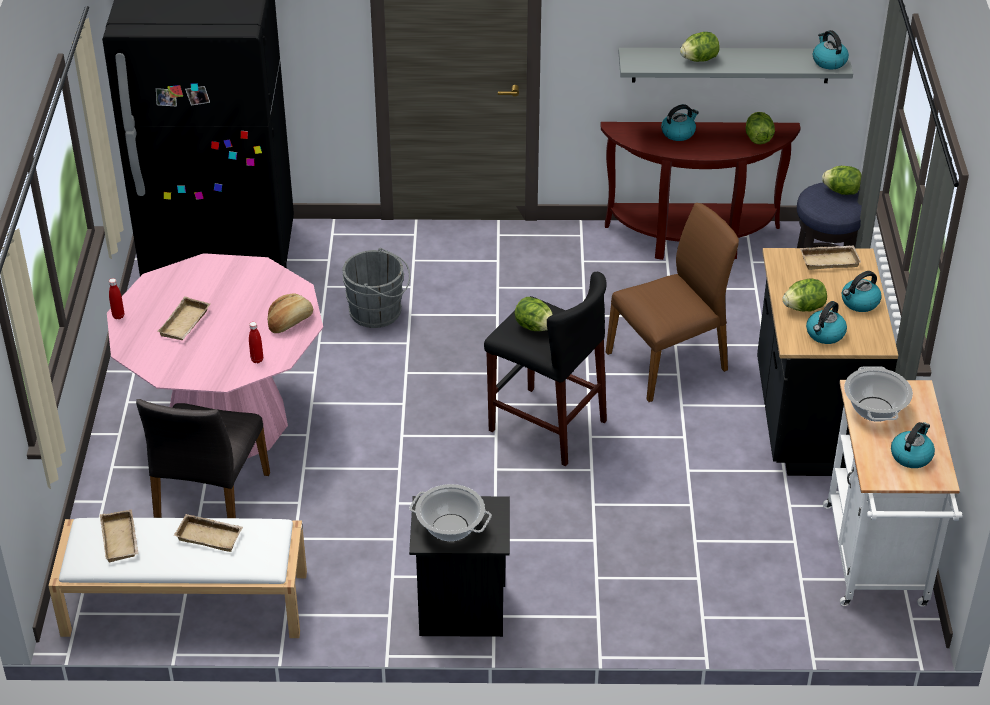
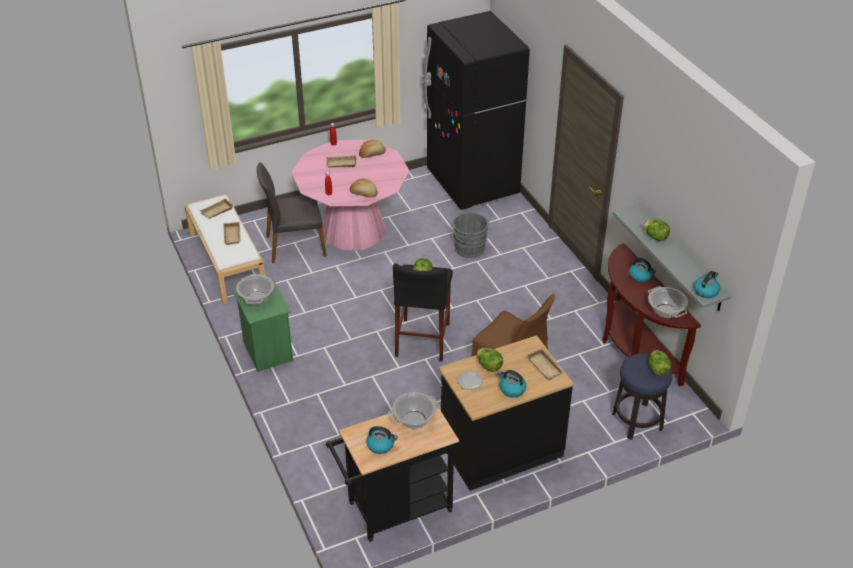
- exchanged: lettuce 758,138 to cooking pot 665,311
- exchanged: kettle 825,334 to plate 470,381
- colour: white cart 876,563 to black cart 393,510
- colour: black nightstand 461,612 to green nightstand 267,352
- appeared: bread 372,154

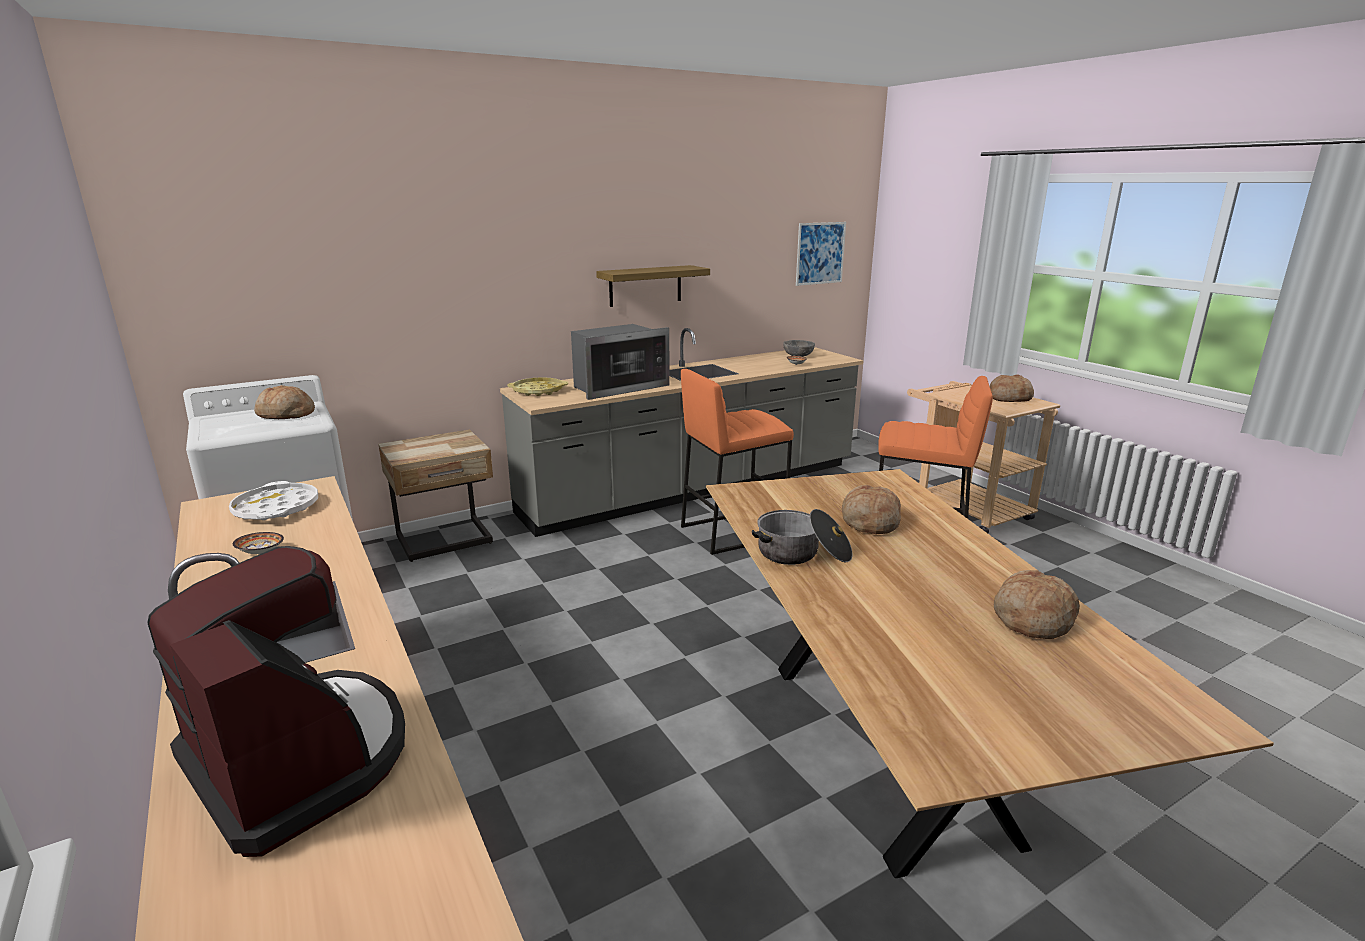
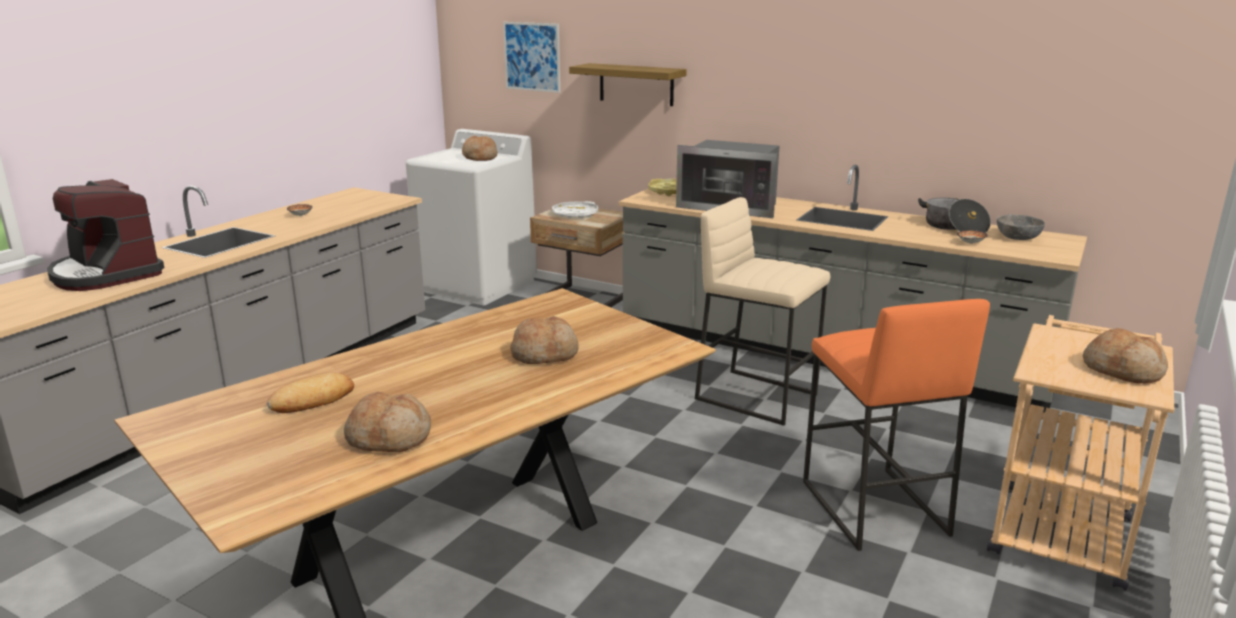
- relocated: picture 820,253 to 532,57
- relocated: shelf 645,286 to 636,84
- colour: orange stool 732,531 to beige stool 757,396
- relocated: white tray 276,509 to 575,214
- relocated: cooking pot 802,554 to 953,227
- spun: coffee machine 300,759 = 106,274 120 degrees clockwise
- appeared: bread 313,400

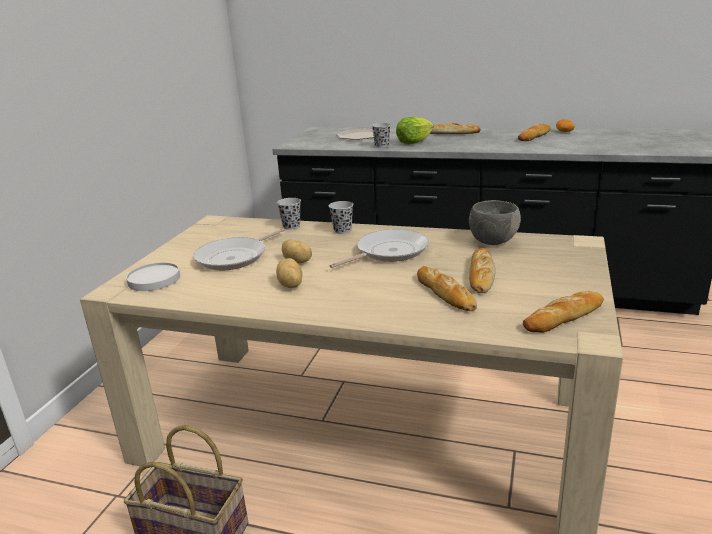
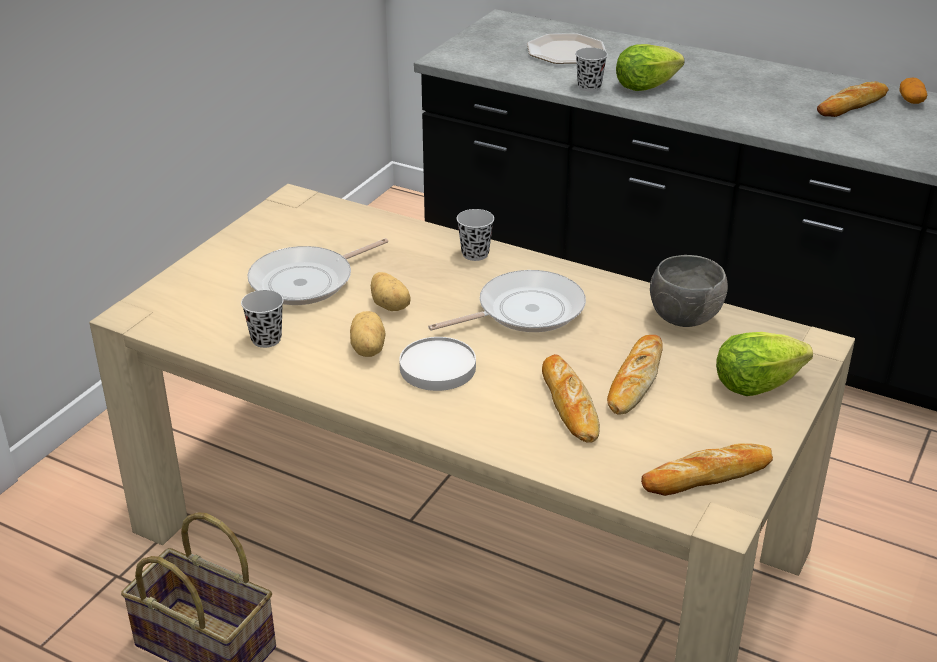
- missing: bread 452,133
- relocated: black cup 291,226 to 266,339
- relocated: white plate 153,280 to 437,368
- appeared: lettuce 755,384

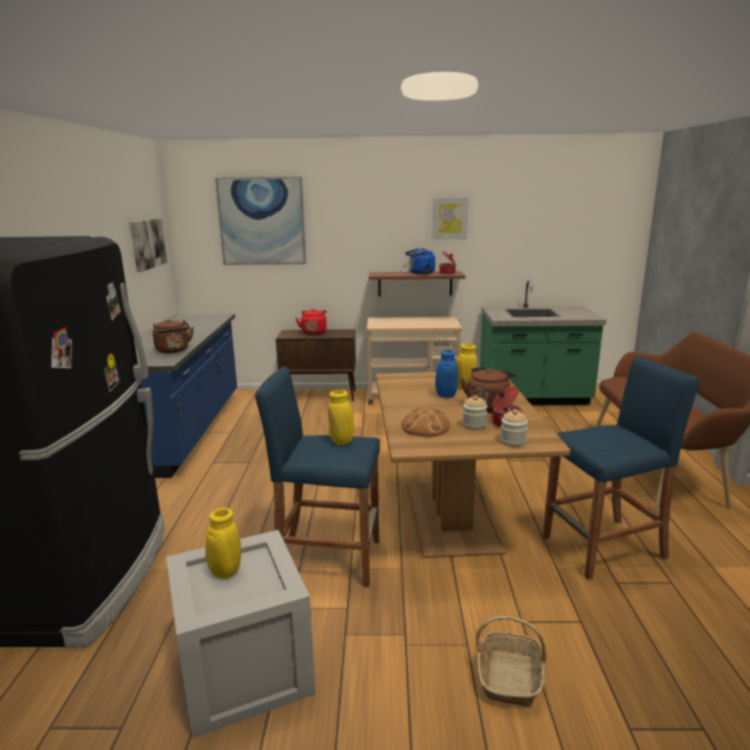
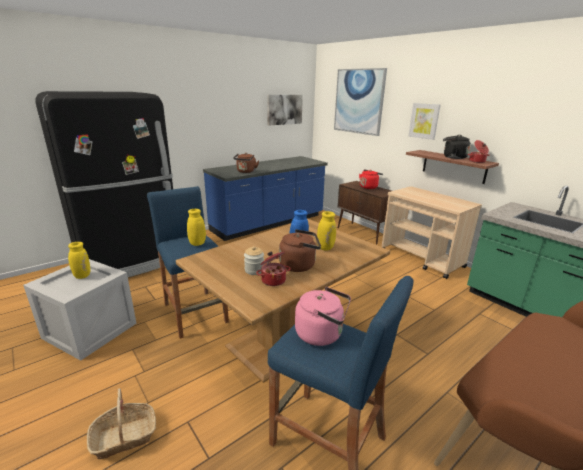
- relocated: picture 450,218 to 424,121
- colour: blue kettle 420,273 to black kettle 453,157
- missing: bread 425,426
- missing: jar 513,441
- appeared: pink kettle 321,334

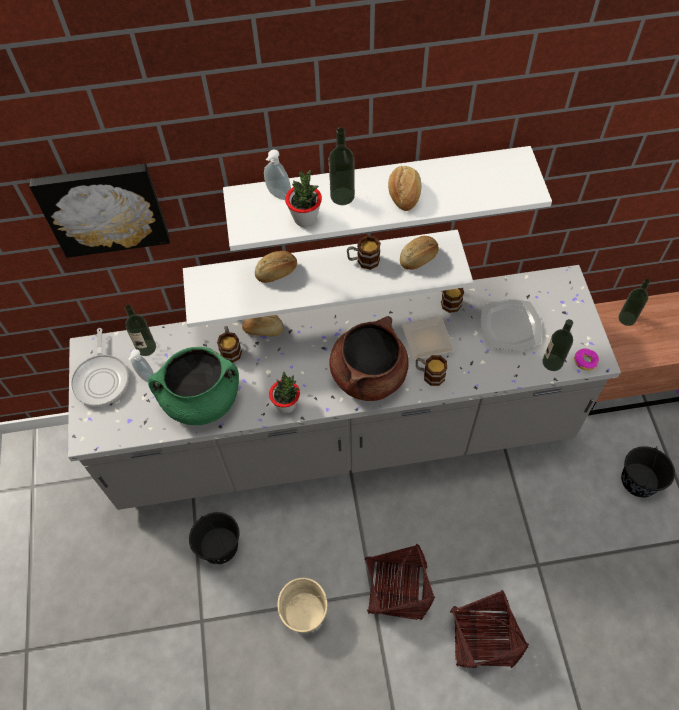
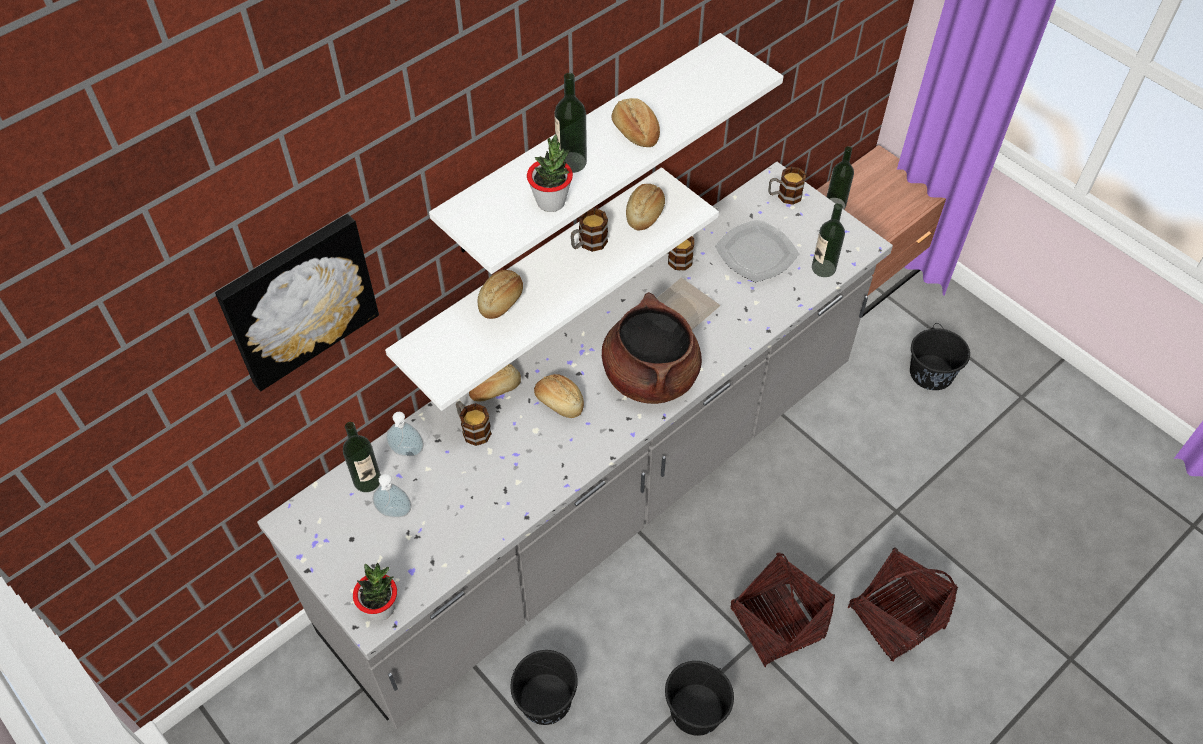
- relocated: soap dispenser 277,195 to 407,453
- missing: frying pan 102,379
- missing: green cooking pot 202,400
- missing: donut 585,361
- relocated: mug 429,374 to 784,196
- relocated: potted plant 286,405 to 381,608
- colour: beige bucket 305,612 to black bucket 696,709
- appeared: bread 559,402

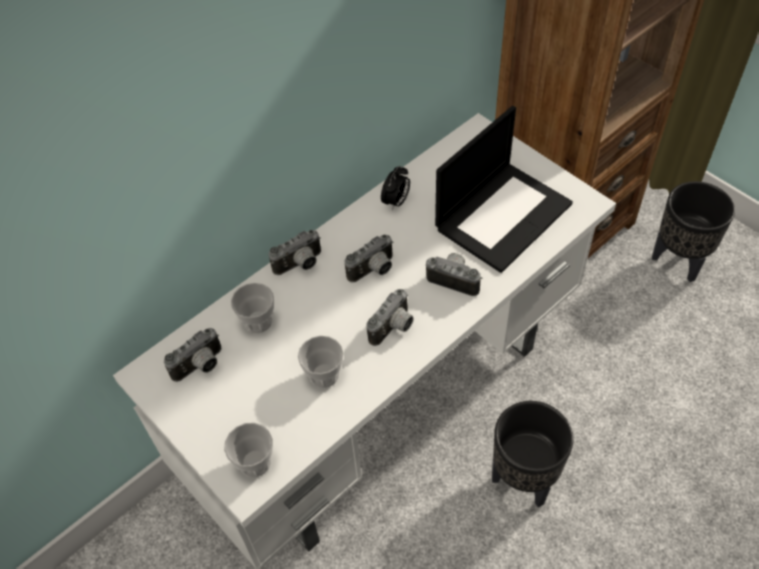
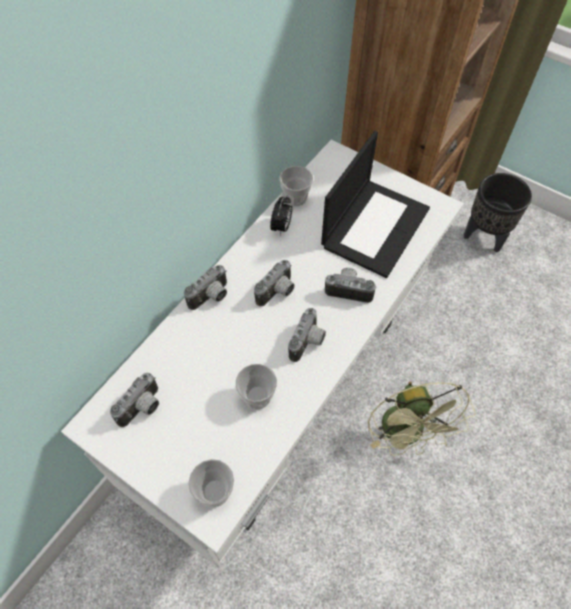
- relocated: cup 258,321 to 295,198
- exchanged: black planter 523,479 to green fan 407,434

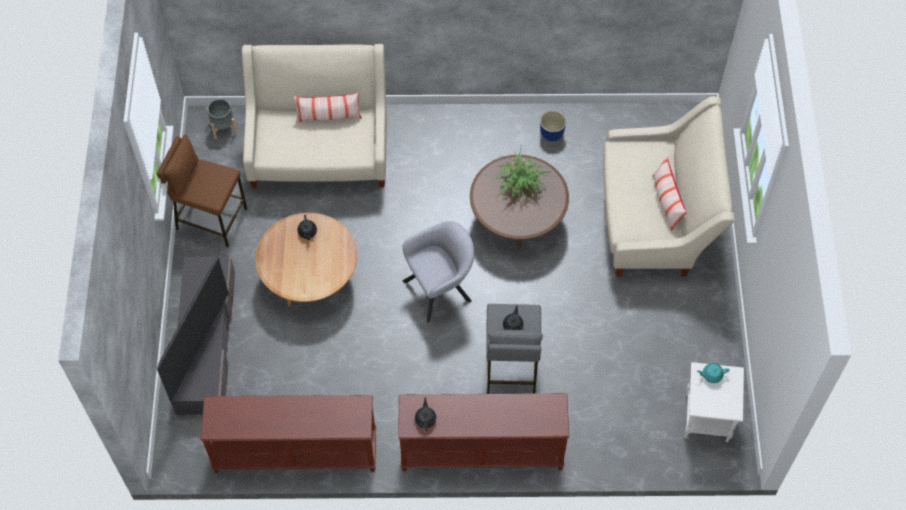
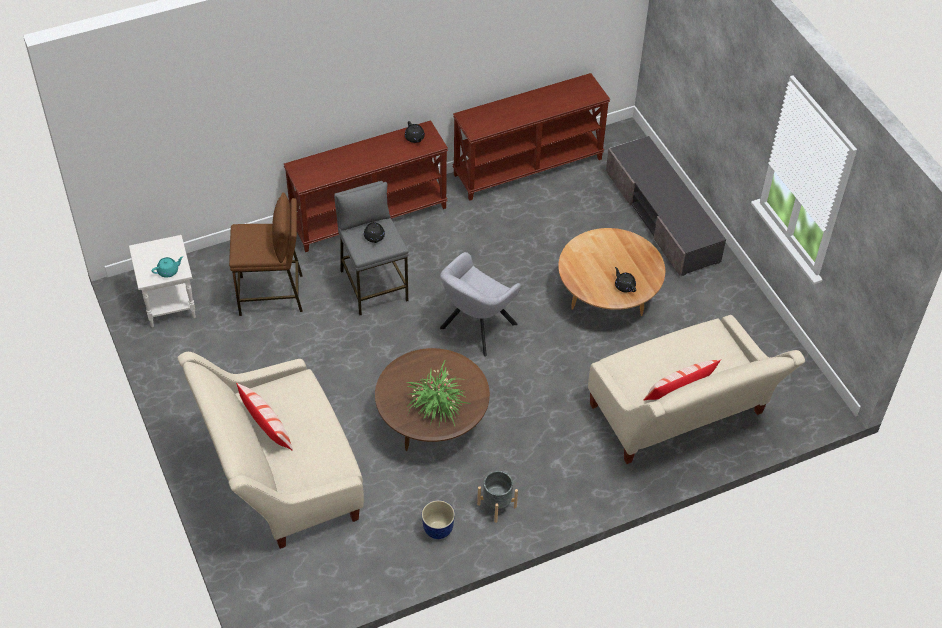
- relocated: grey planter 223,127 to 497,505
- relocated: brown stool 211,219 to 271,295
- missing: television 199,348

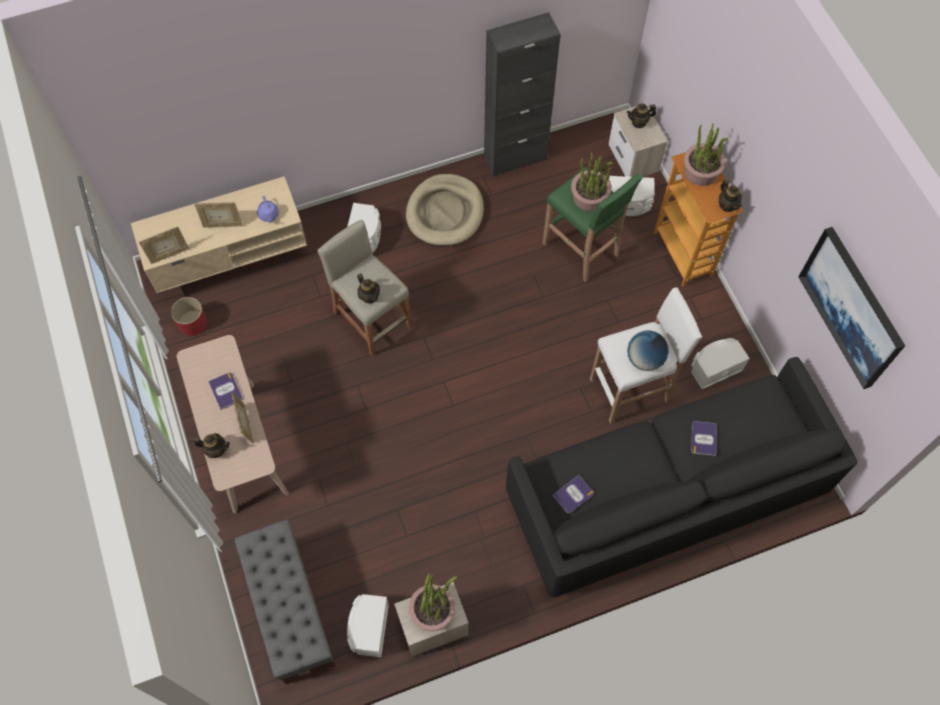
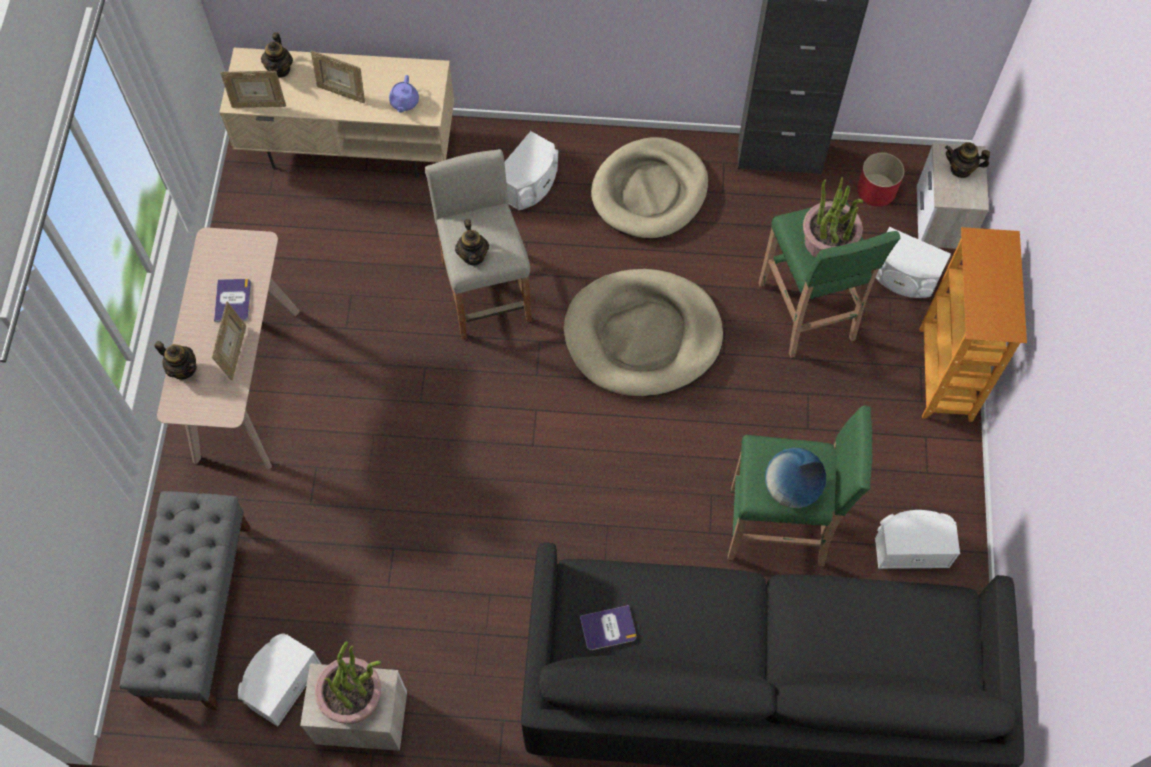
- missing: potted plant 701,172
- relocated: teapot 727,205 to 280,69
- missing: picture 852,307
- colour: white stool 631,390 to green stool 779,527
- relocated: red planter 192,322 to 876,190
- missing: book 703,438
- appeared: beige dog bed 642,336

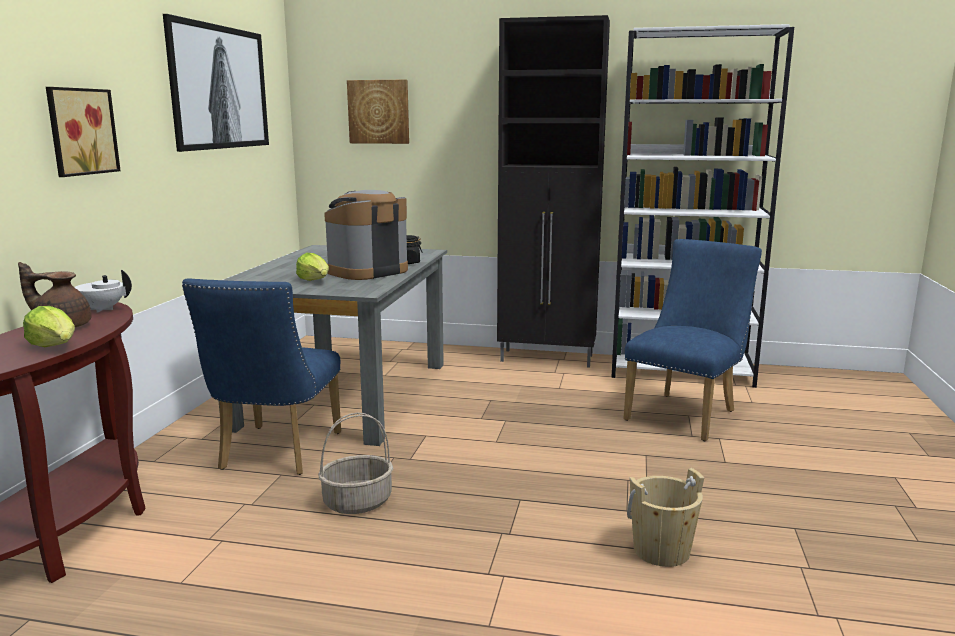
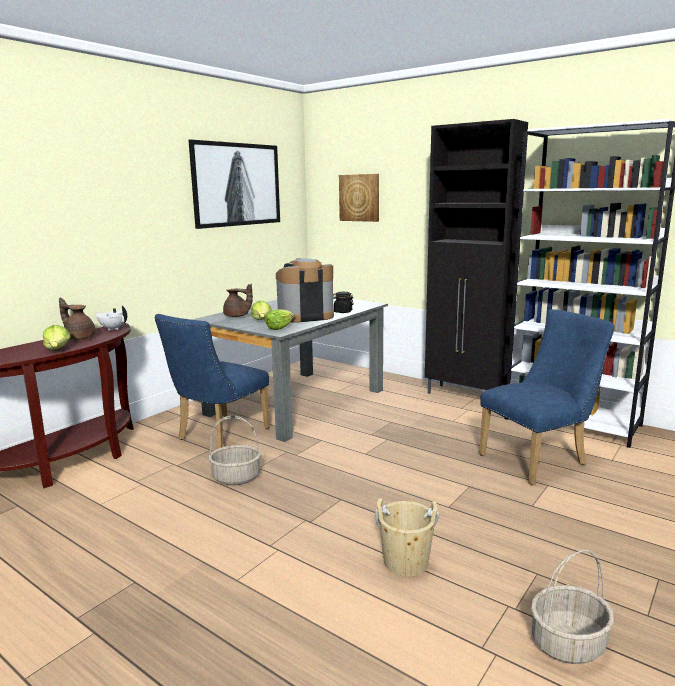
- missing: picture 80,131
- appeared: brown teapot 237,316
- appeared: lettuce 279,328
- appeared: basket 568,644

